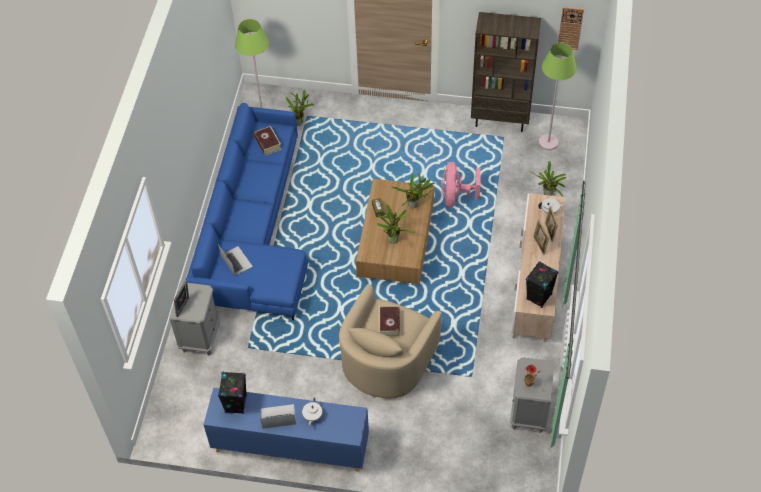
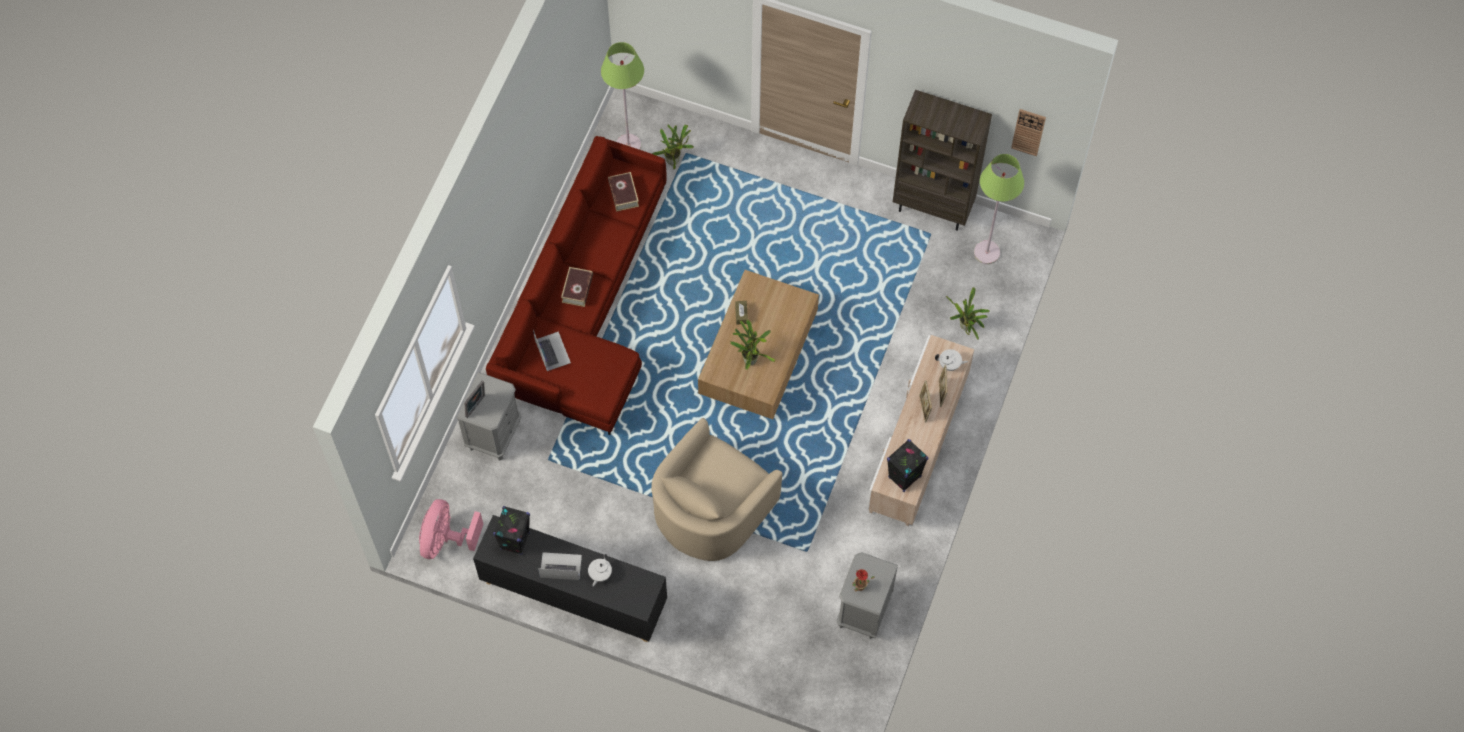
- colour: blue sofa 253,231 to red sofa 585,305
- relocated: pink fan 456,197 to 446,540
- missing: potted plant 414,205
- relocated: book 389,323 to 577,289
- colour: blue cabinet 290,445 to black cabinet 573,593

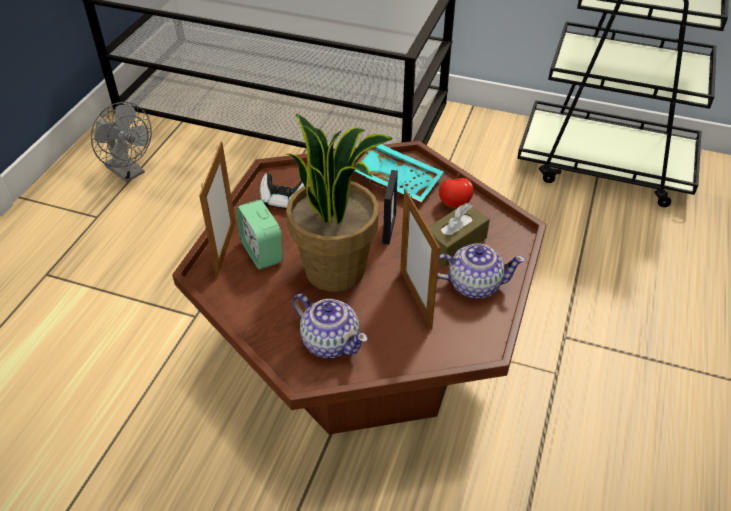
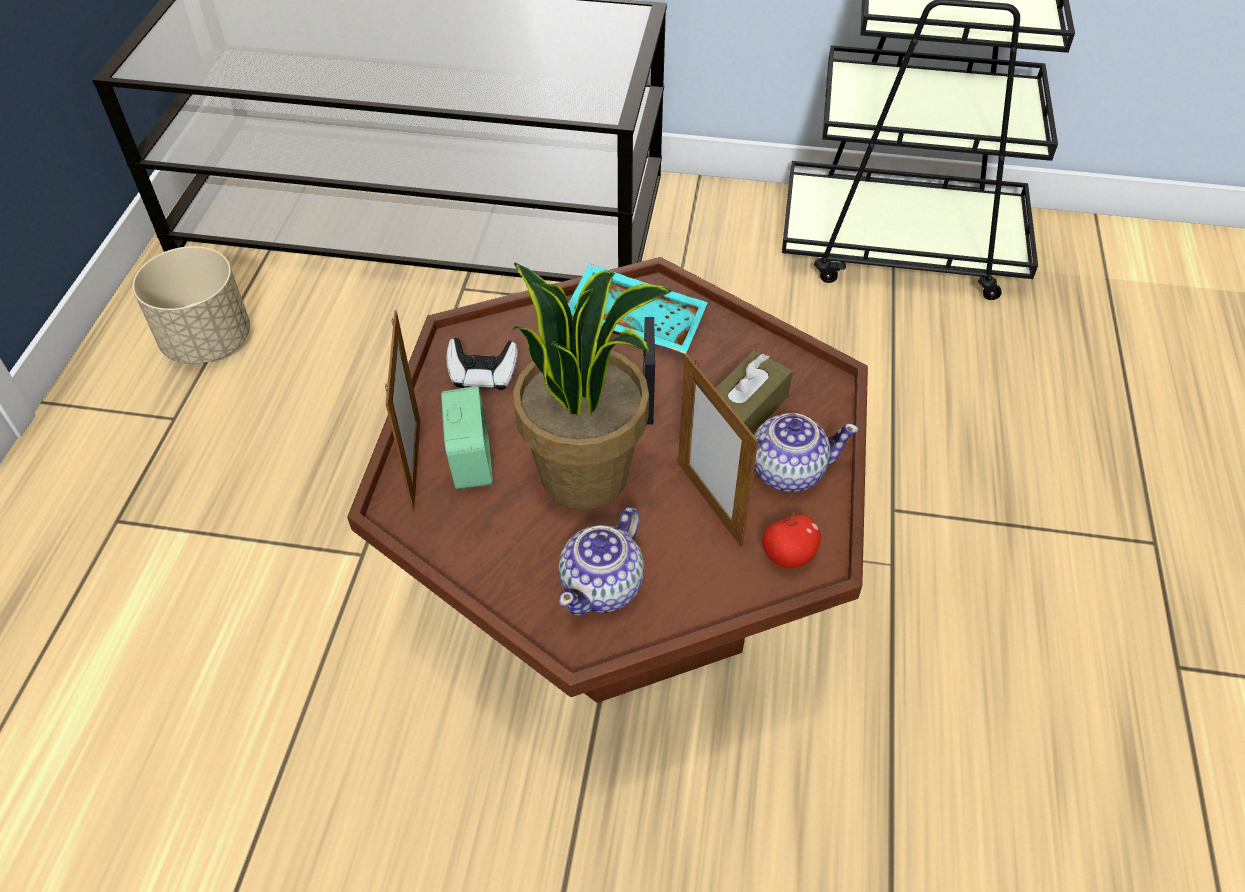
- exchanged: grey fan 129,172 to beige planter 208,341
- relocated: apple 454,203 to 788,556
- spun: alarm clock 262,252 = 471,461 150 degrees counterclockwise
- spun: teapot 330,341 = 603,586 90 degrees clockwise

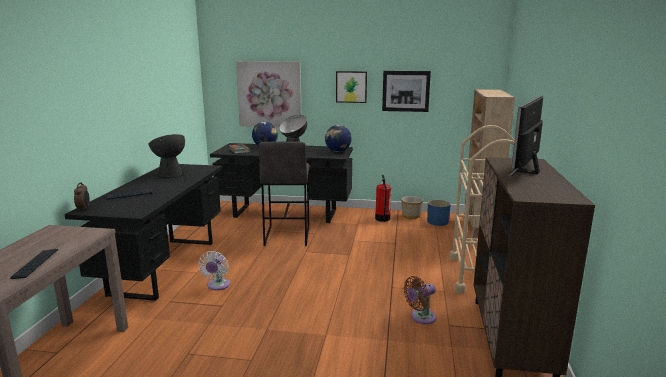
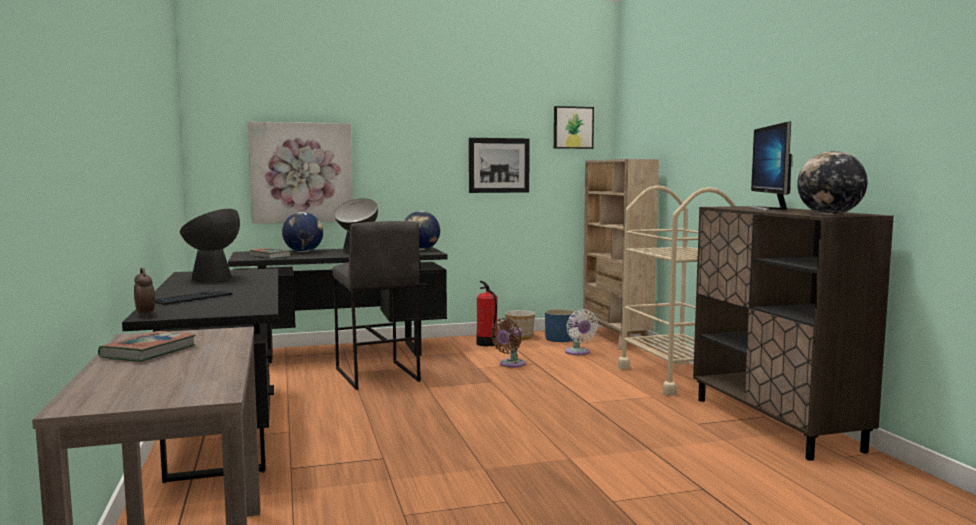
- relocated: picture 351,86 to 573,127
- missing: keyboard 35,264
- relocated: white fan 217,286 to 578,352
- relocated: brown fan 421,318 to 510,364
- appeared: globe 829,214
- appeared: book 149,352

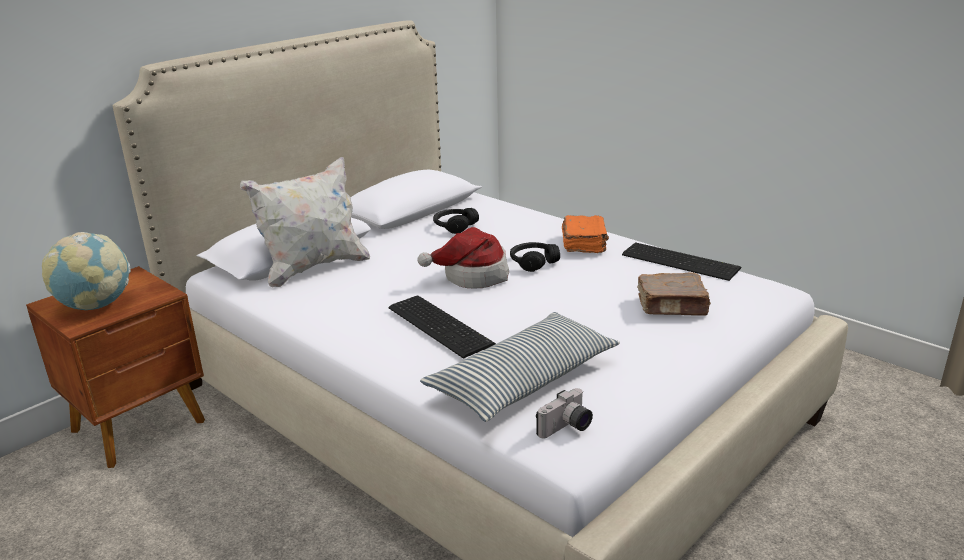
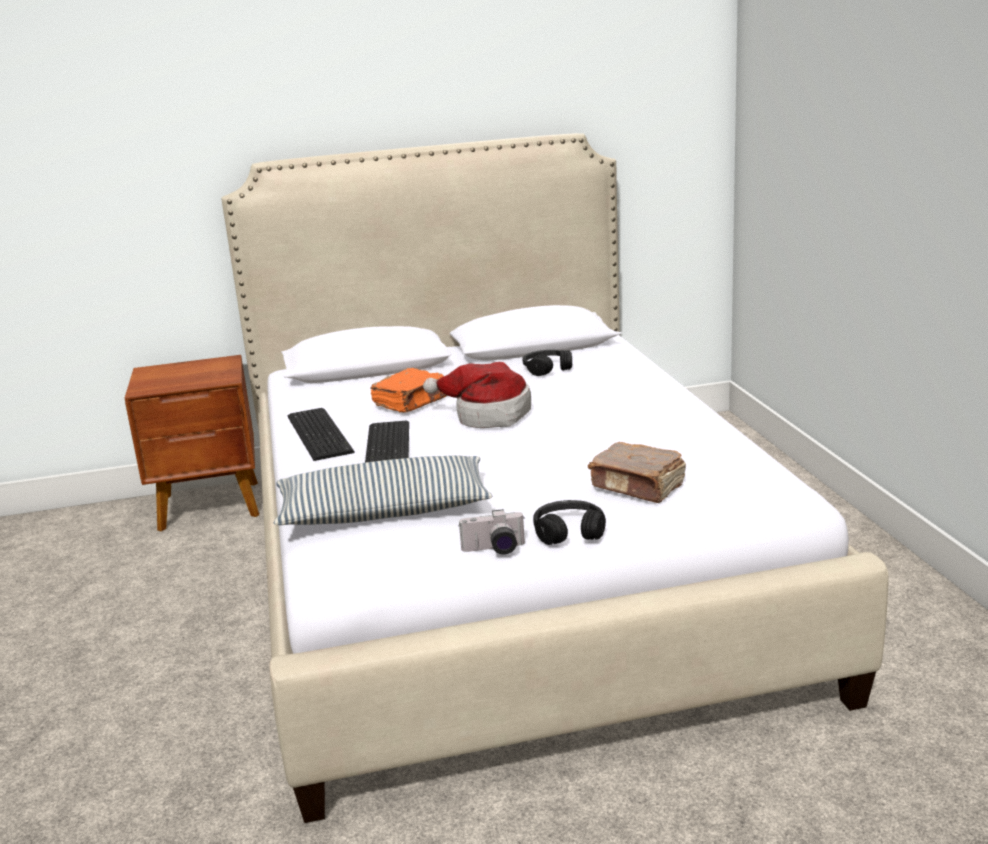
- missing: white pillow 313,268
- relocated: orange book 584,244 to 411,403
- missing: globe 95,306
- relocated: black headphones 533,262 to 569,532
- relocated: keyboard 679,260 to 321,433
- relocated: photo camera 566,428 to 494,550

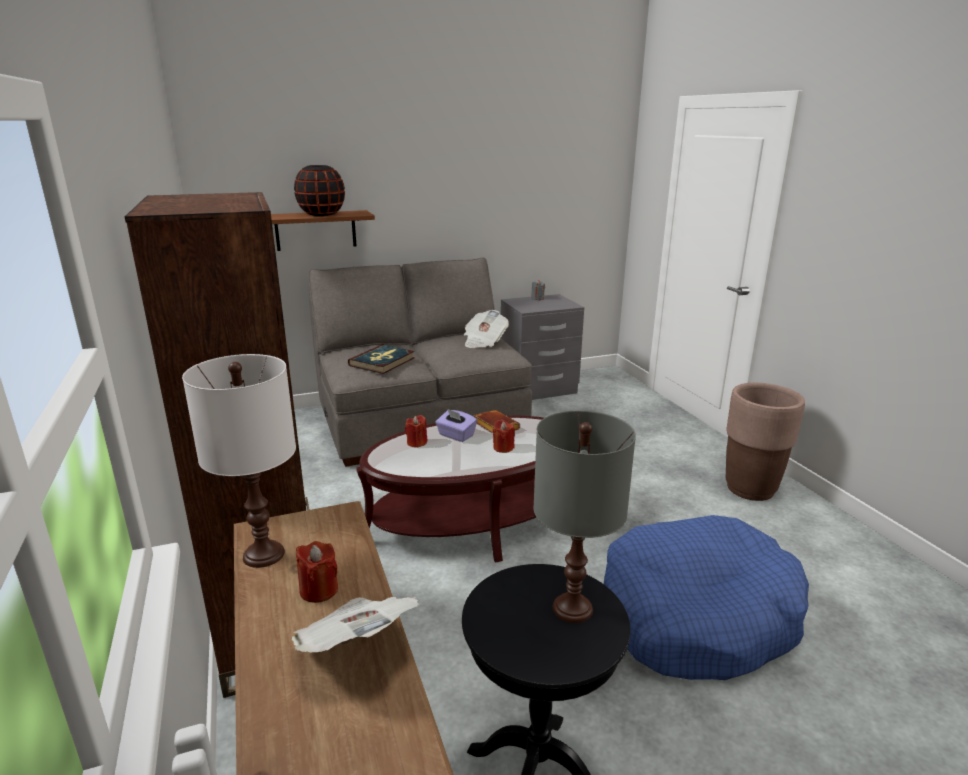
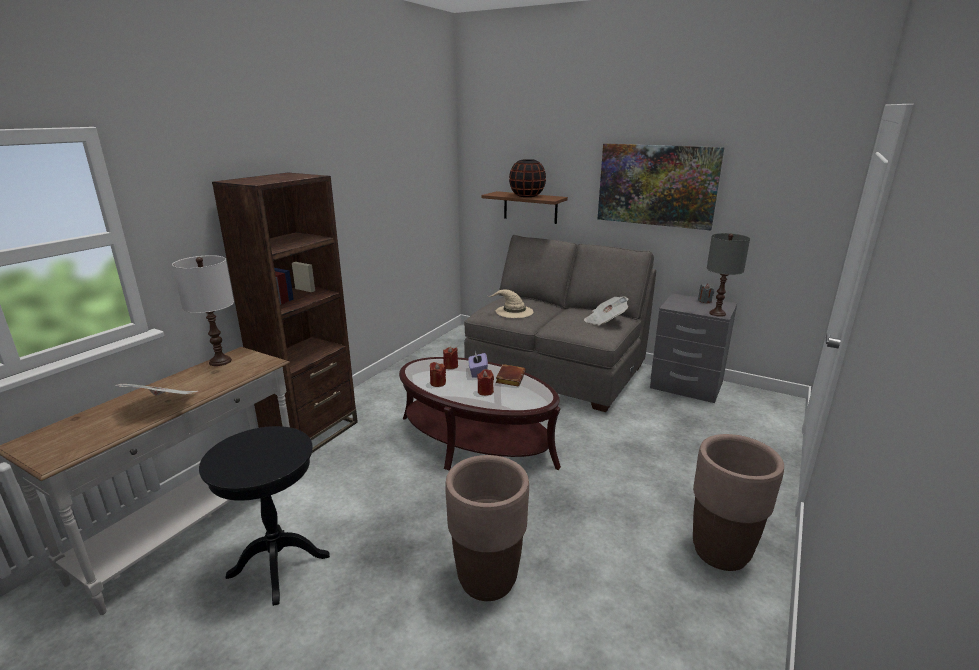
- exchanged: book 382,362 to beige hat 513,311
- relocated: grey table lamp 572,608 to 717,313
- exchanged: blue dog bed 694,615 to brown planter 487,580
- relocated: red candle 319,590 to 438,383
- appeared: picture 657,185

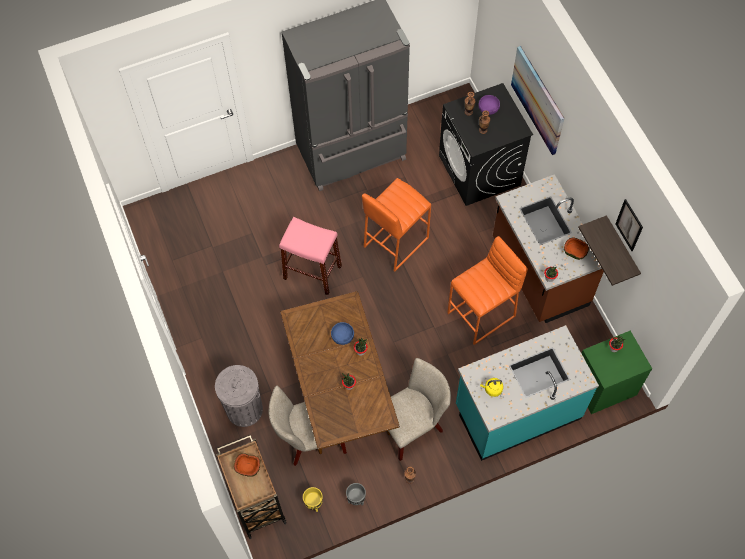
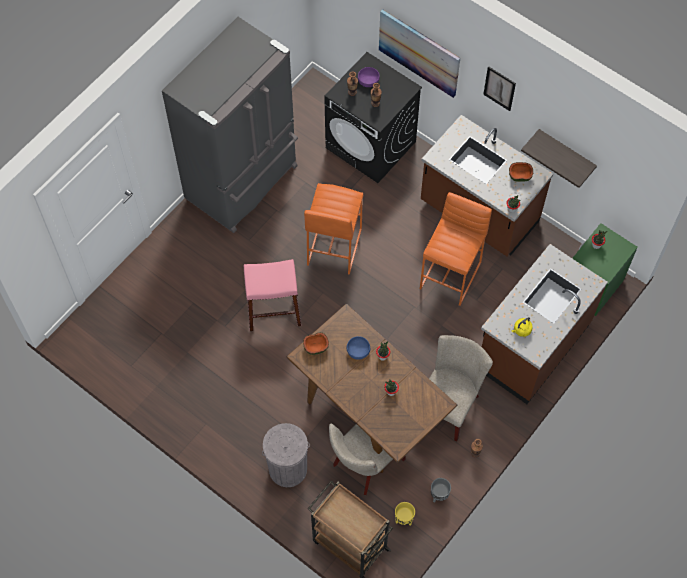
- relocated: picture 629,225 to 499,88
- colour: turquoise counter 517,411 to brown counter 532,345
- relocated: bowl 248,467 to 316,347

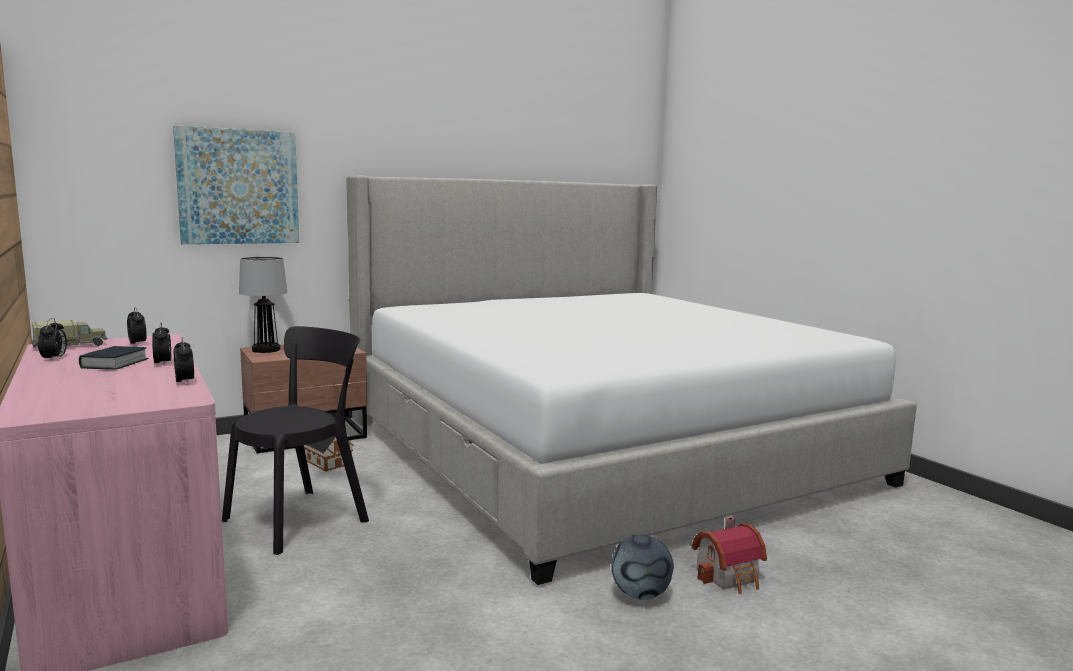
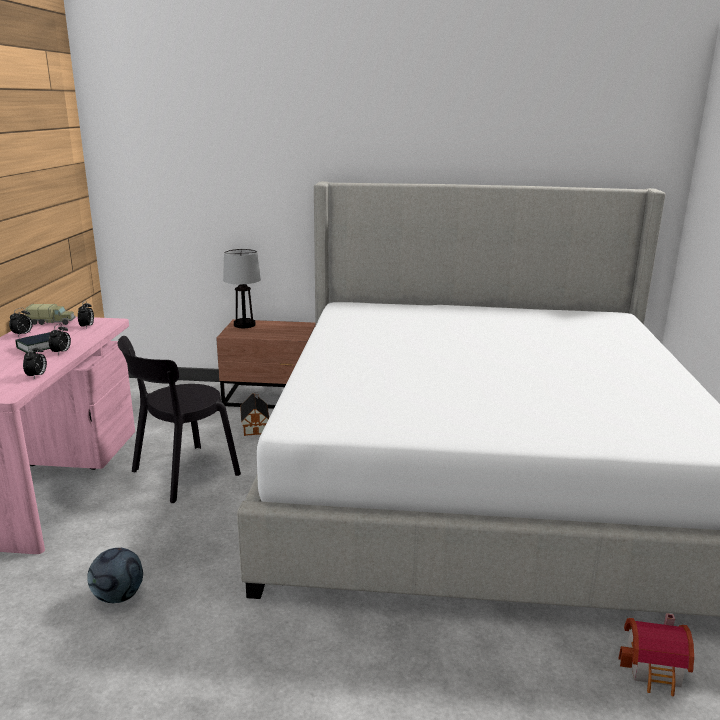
- missing: picture 238,187
- spun: black chair 302,518 = 181,474 150 degrees clockwise
- relocated: toy house 730,576 to 655,670
- relocated: football 640,594 to 119,596

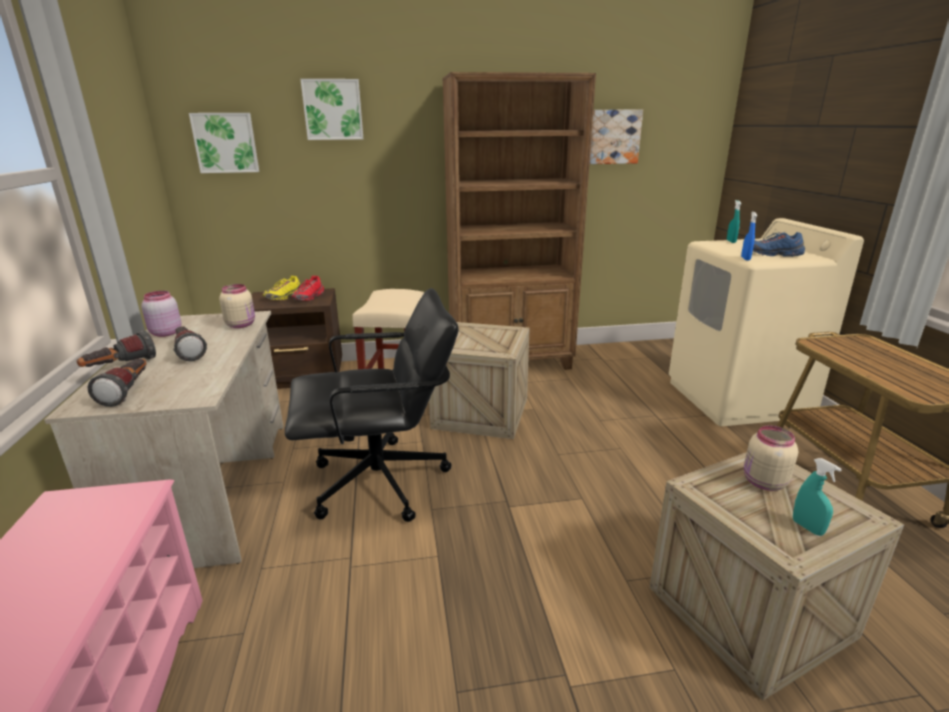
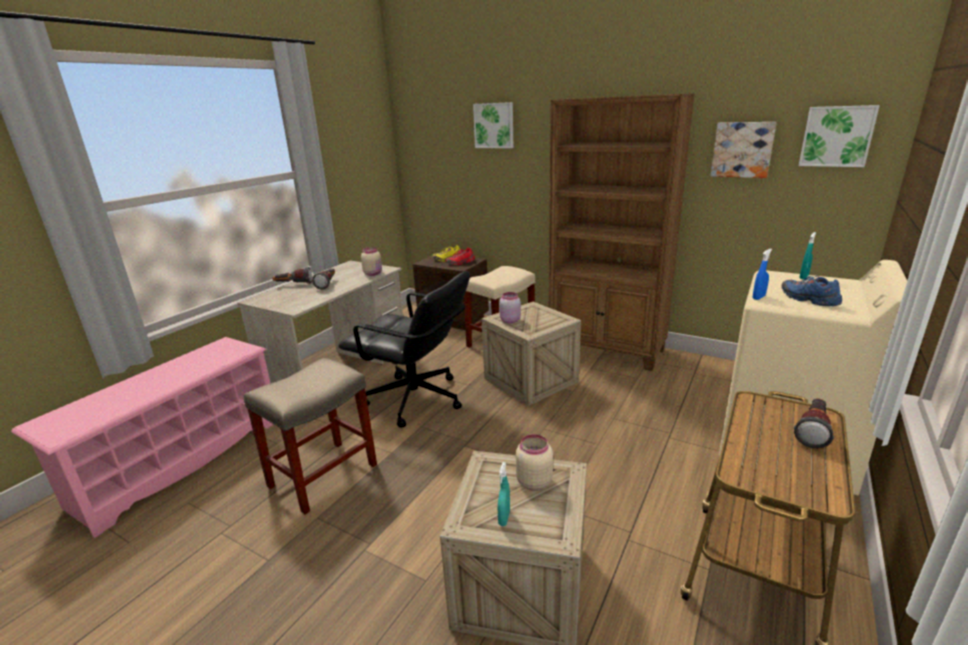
- relocated: picture 226,143 to 836,136
- relocated: pink jar 165,333 to 509,320
- relocated: flashlight 129,391 to 812,431
- appeared: beige stool 324,474

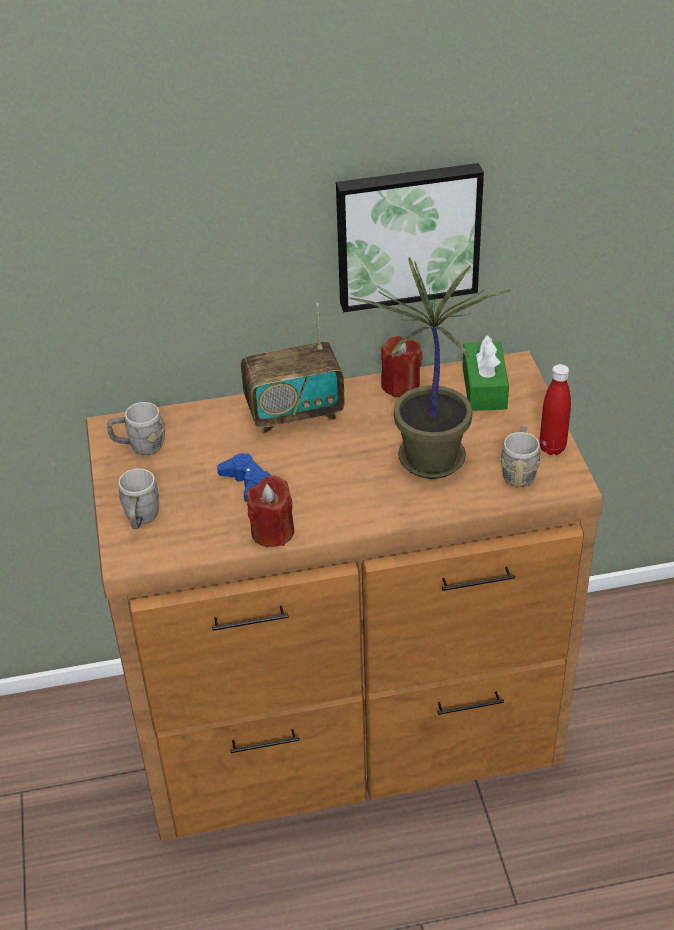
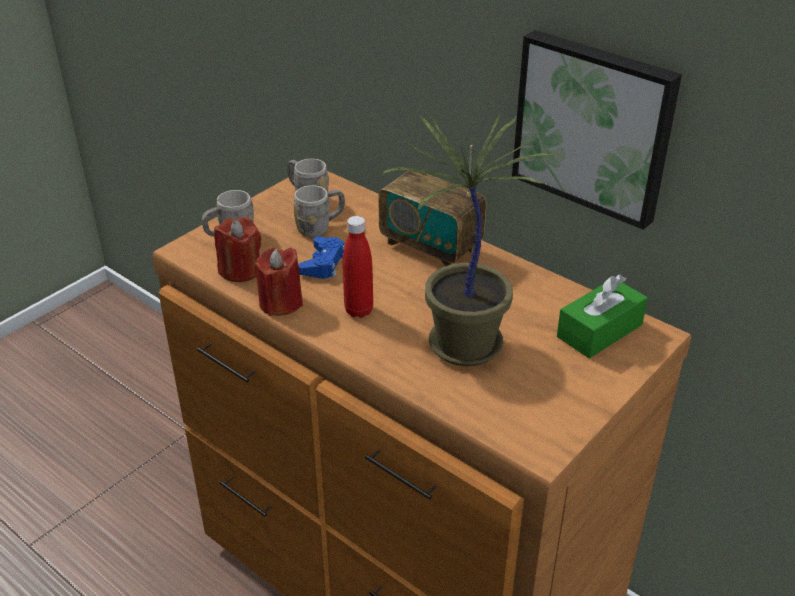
- relocated: red candle 400,385 to 240,270
- relocated: red bottle 552,448 to 359,310
- relocated: grey mug 519,471 to 320,227

